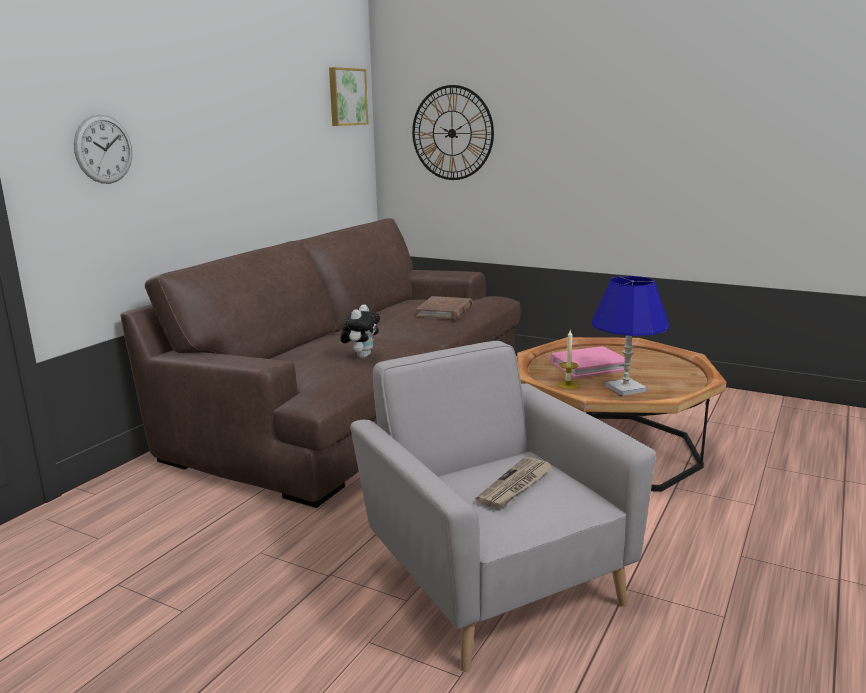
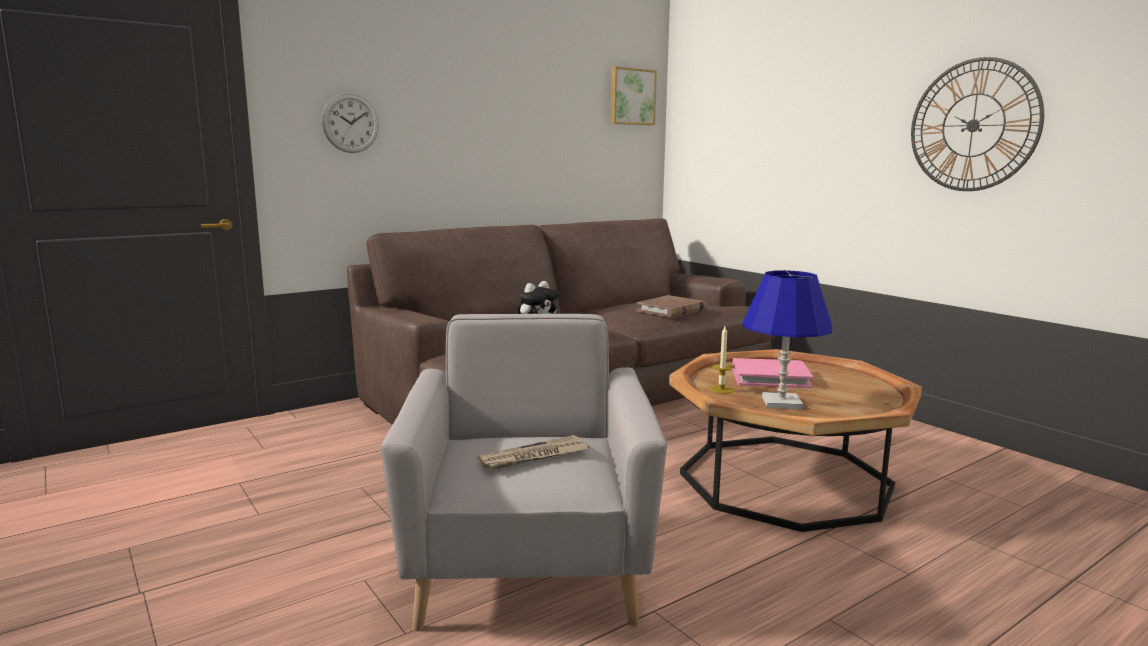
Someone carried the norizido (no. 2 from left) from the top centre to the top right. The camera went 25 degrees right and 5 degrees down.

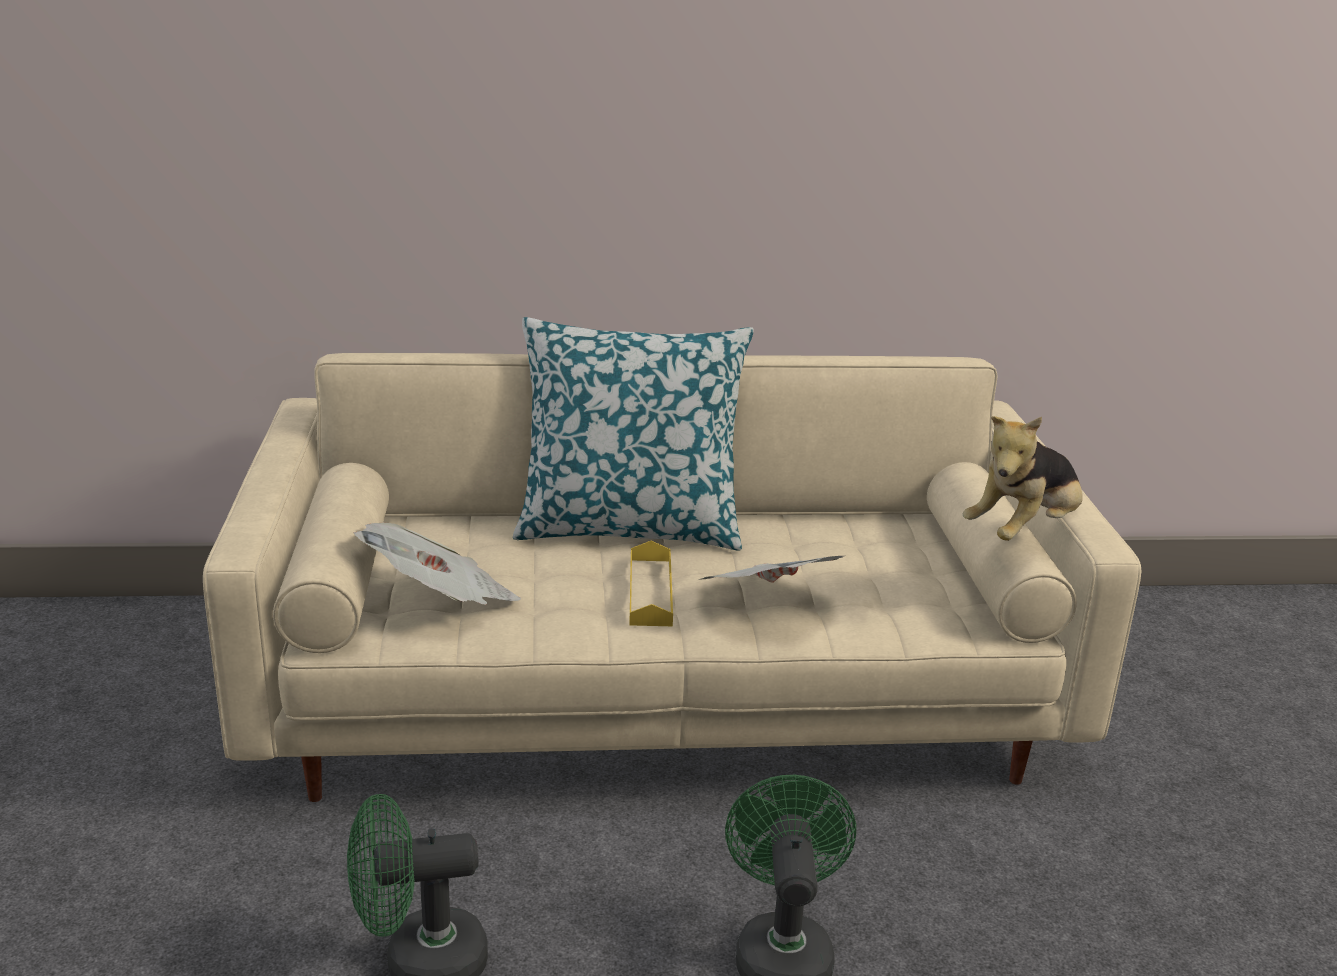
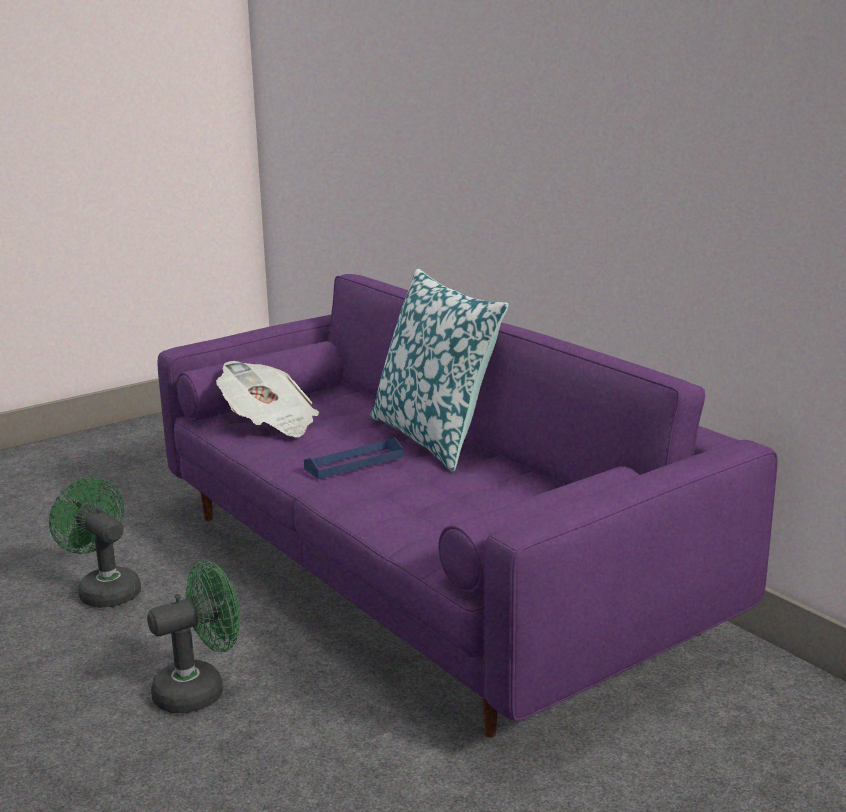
Someone repainted the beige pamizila at the centre, which became the purple pamizila at the centre. Someone repainted the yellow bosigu at the centre, which became the blue bosigu at the centre. Someone took away the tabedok (no. 2 from left) at the centre. Someone took away the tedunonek at the middle right. The camera went 60 degrees right and 5 degrees down.

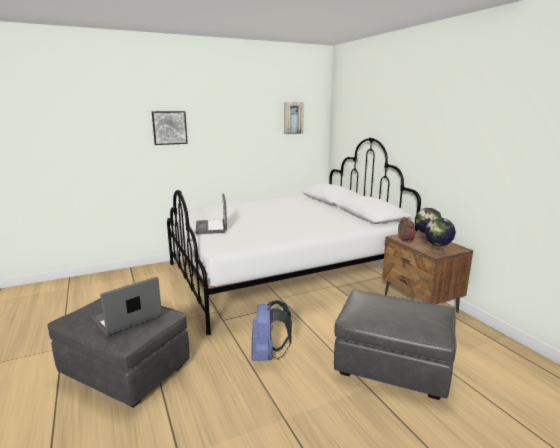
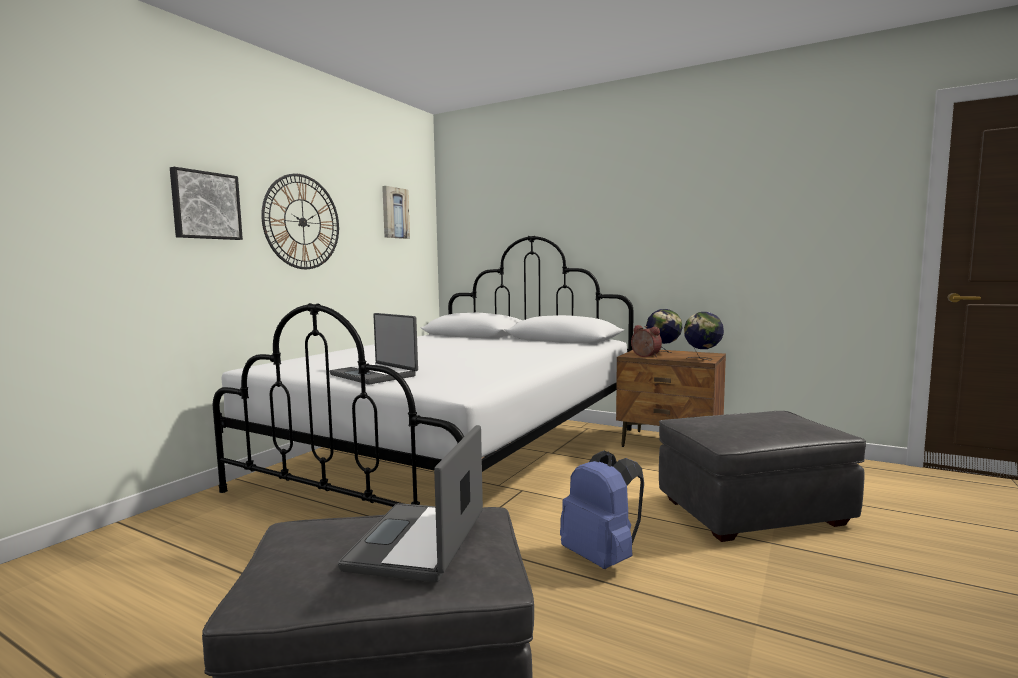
Someone put up the norizido at the top left. The camera went 35 degrees left and 10 degrees down.

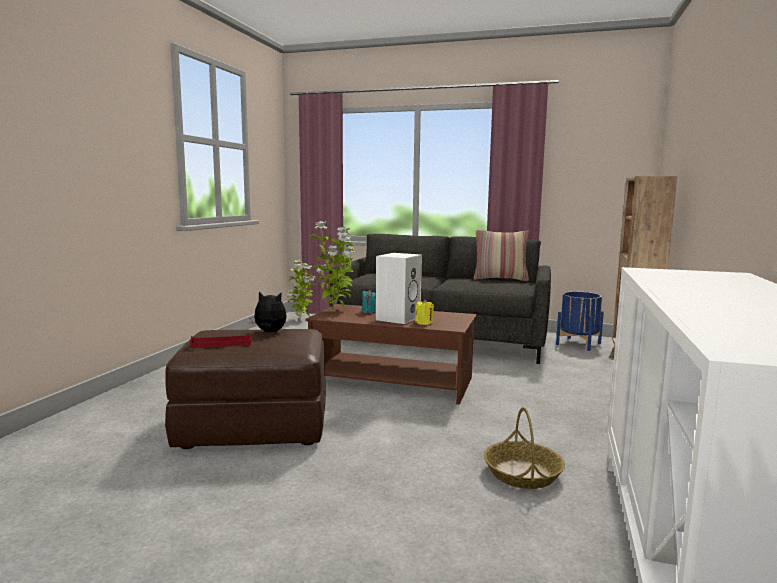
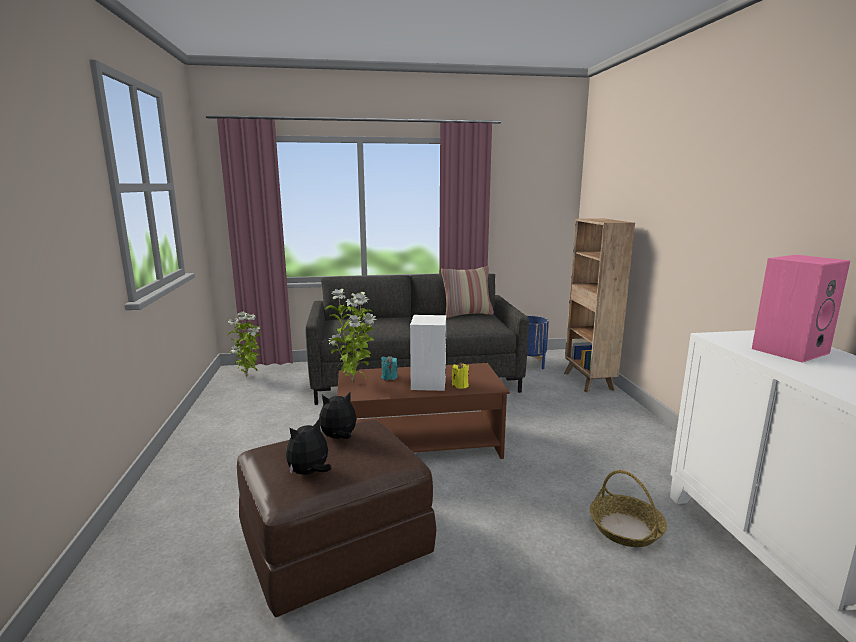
Someone swapped the red bosigu at the middle left for the tedunonek (no. 1 from left) at the bottom centre. Someone put down the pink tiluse at the middle right. The camera went 25 degrees left and 5 degrees up.

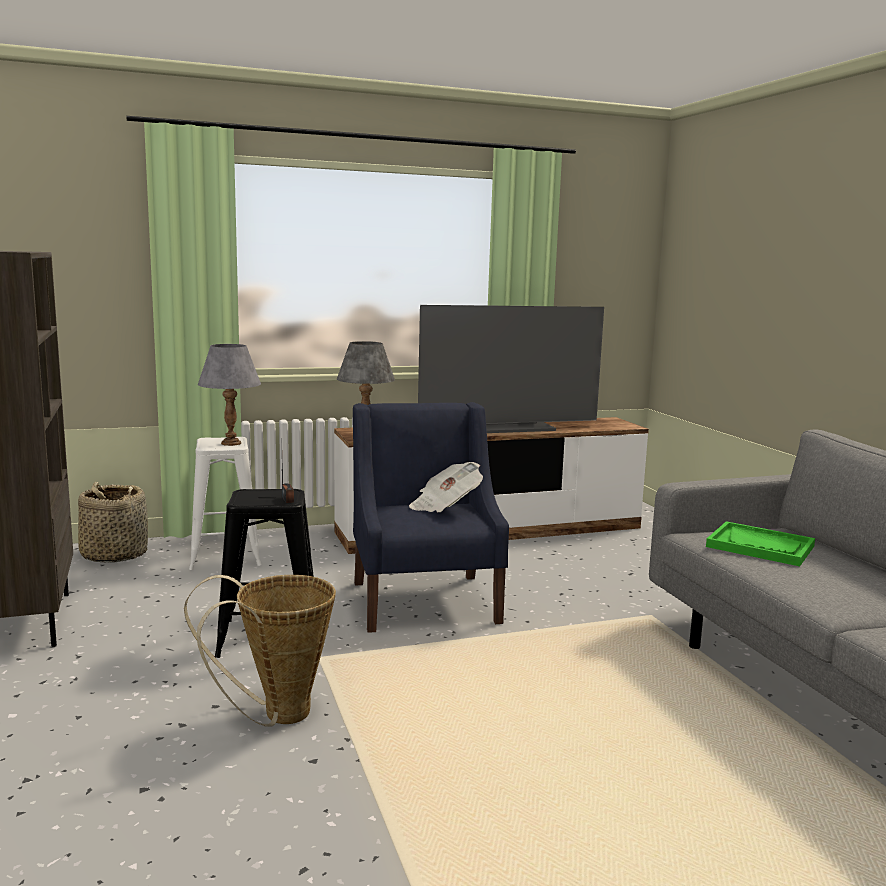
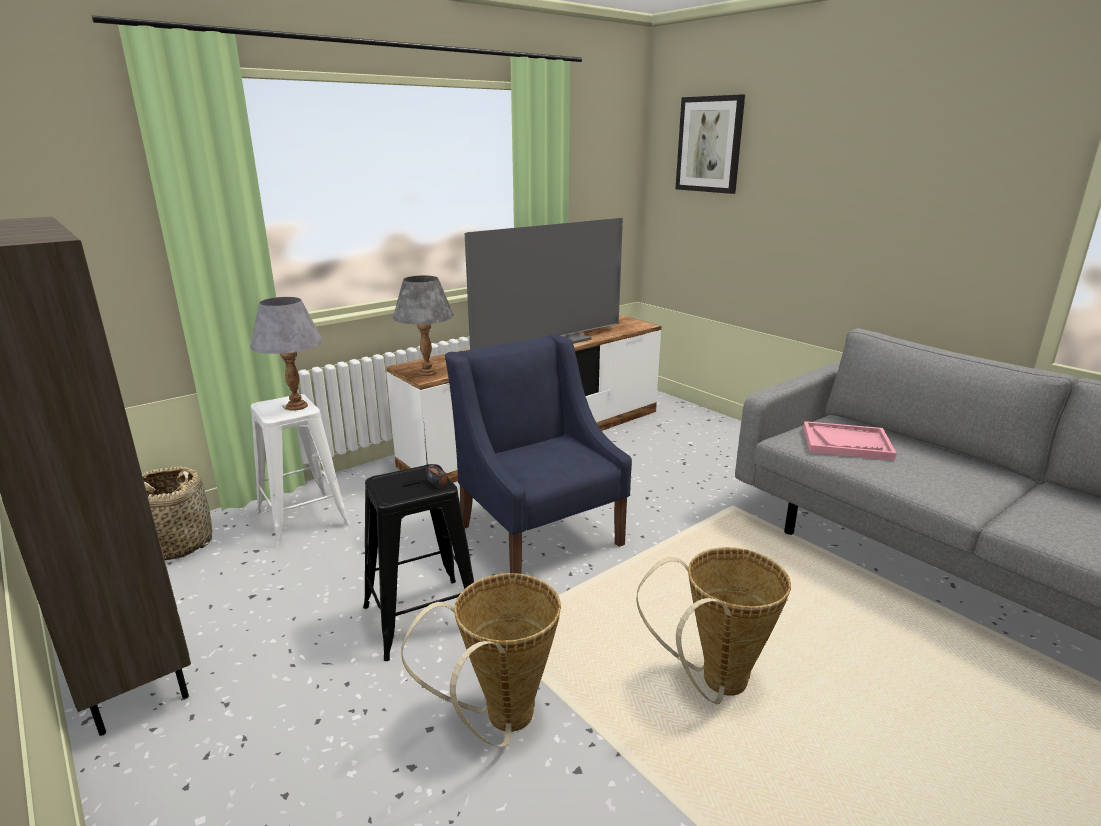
Someone took away the tabedok at the centre. Someone repainted the green bosigu at the middle right, which became the pink bosigu at the middle right. Someone put down the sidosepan (no. 3 from left) at the bottom centre. Someone put up the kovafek at the top centre. The camera went 20 degrees left and 10 degrees up.

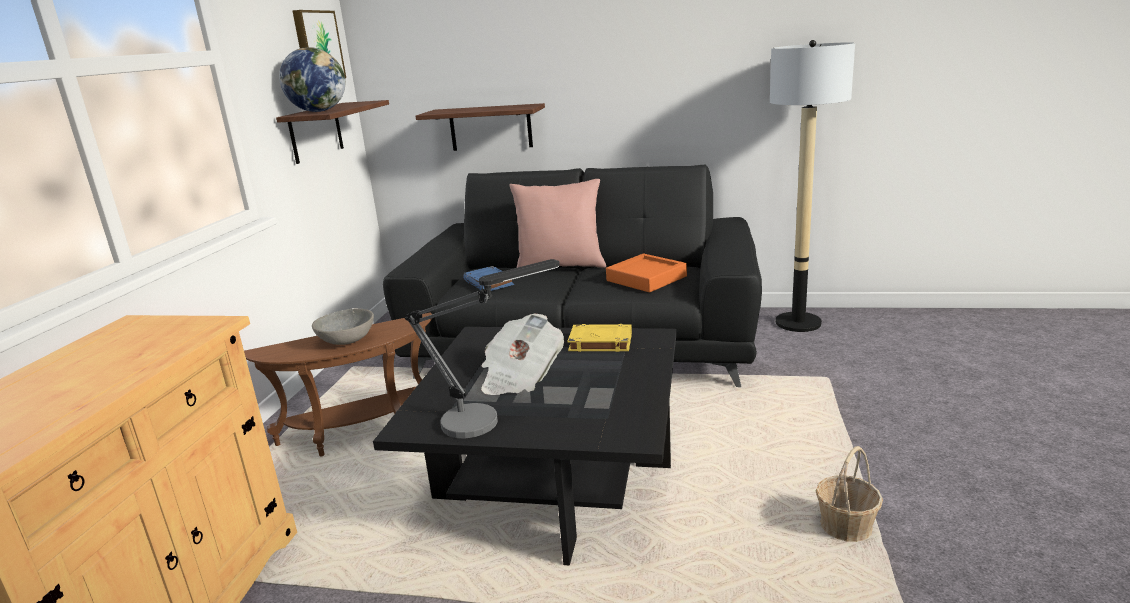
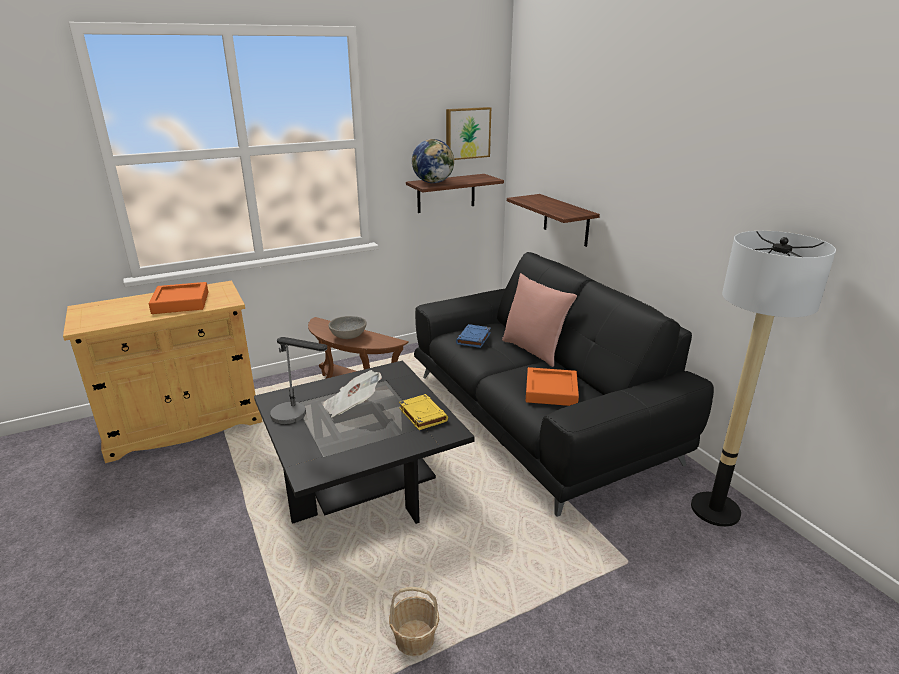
Someone put down the orange bosigu (no. 1 from left) at the middle left. The camera went 50 degrees right and 5 degrees up.

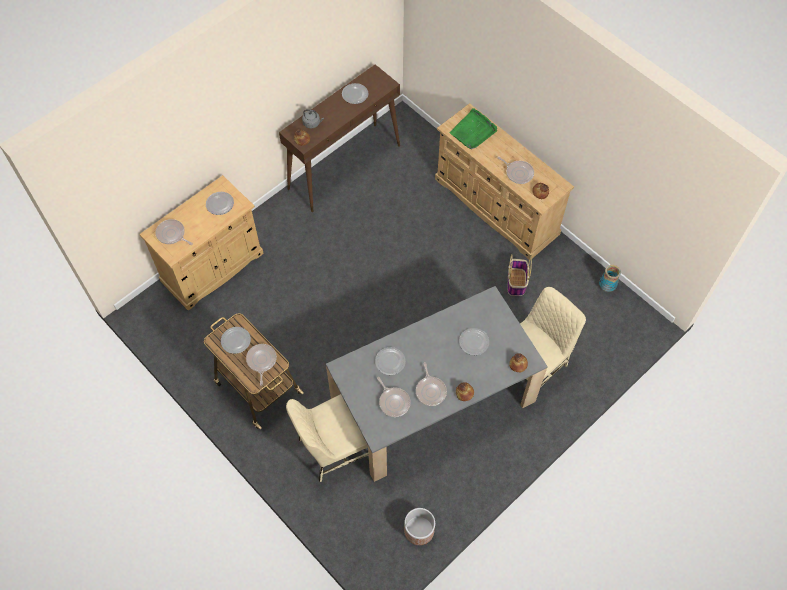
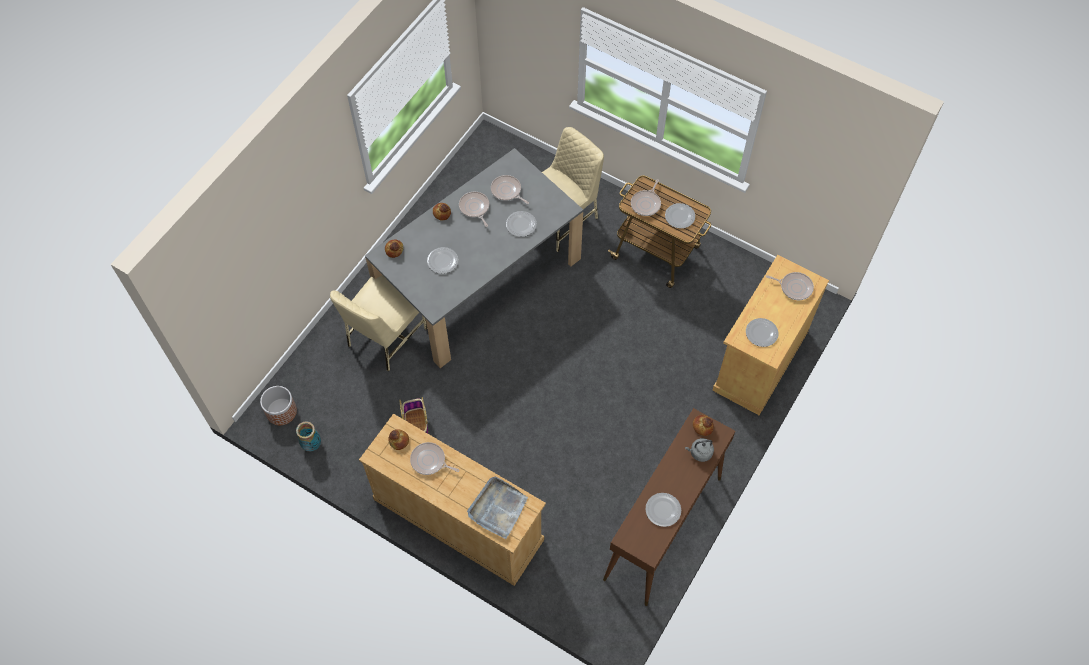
Someone rotated the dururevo (no. 2 from left in the first image) at the middle left by 45 degrees clockwise. Someone carried the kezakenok from the bottom centre to the middle left. Someone repainted the green bosigu at the top centre, which became the grey bosigu at the bottom centre. The camera went 165 degrees right and 0 degrees up.

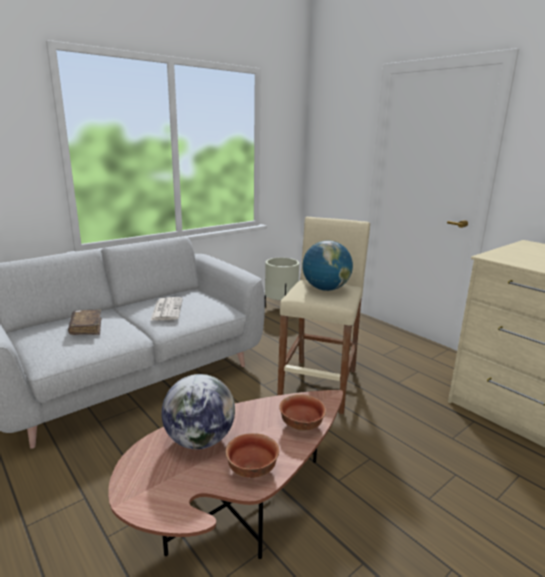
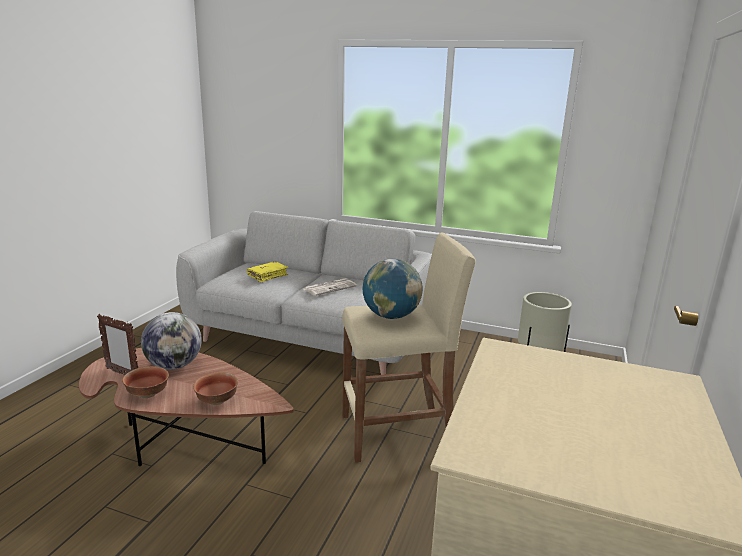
Someone repainted the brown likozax at the middle left, which became the yellow likozax at the centre. Someone put down the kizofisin at the middle left. The camera went 60 degrees right and 0 degrees up.

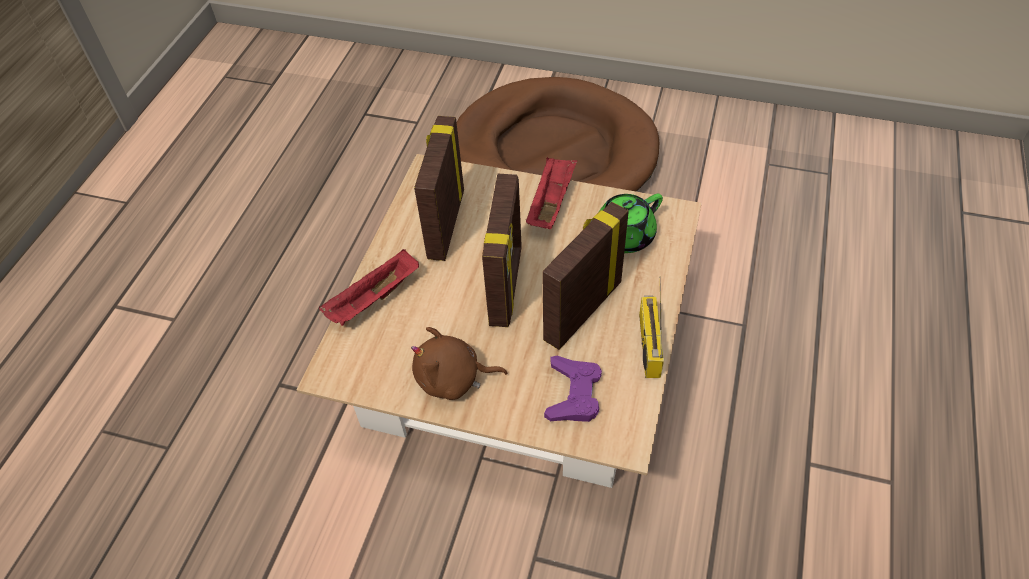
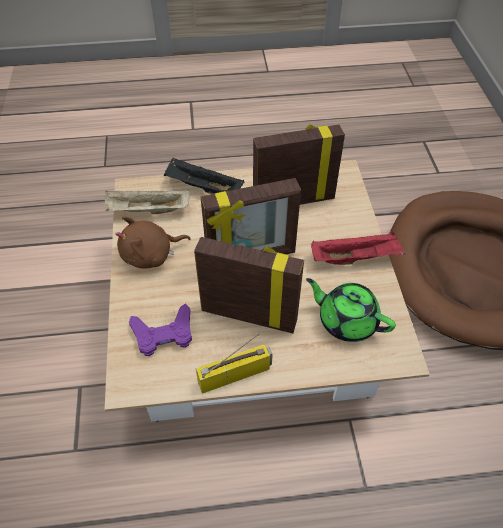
Someone repainted the red bosigu (no. 1 from left) at the centre, which became the black bosigu at the centre. Someone rotated the brown tedunonek at the centre by 90 degrees counterclockwise. Someone put down the beige bosigu at the middle left. The camera went 65 degrees right and 0 degrees up.

